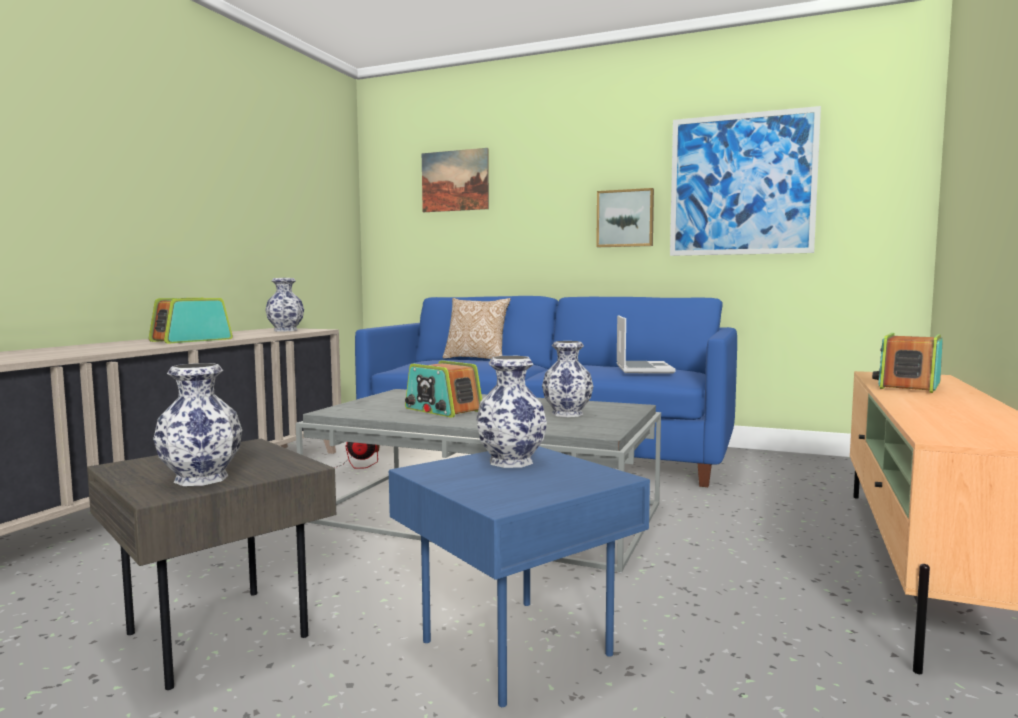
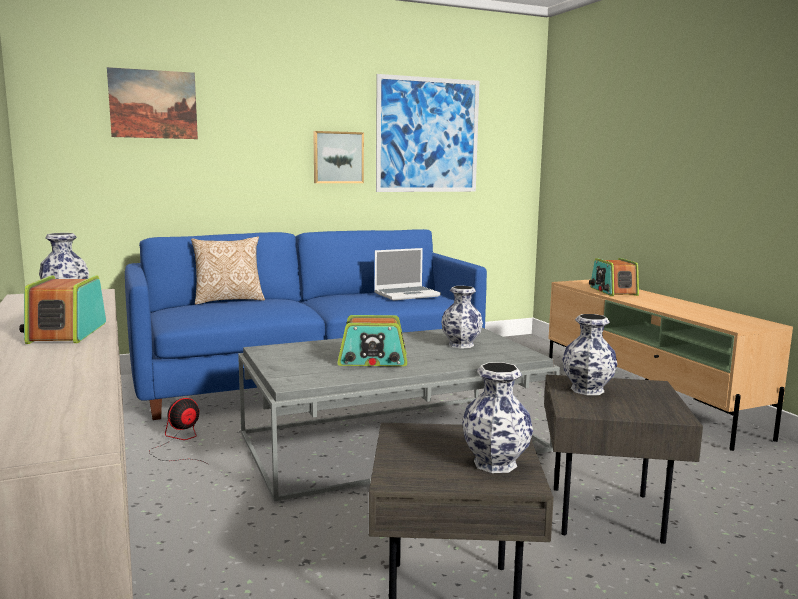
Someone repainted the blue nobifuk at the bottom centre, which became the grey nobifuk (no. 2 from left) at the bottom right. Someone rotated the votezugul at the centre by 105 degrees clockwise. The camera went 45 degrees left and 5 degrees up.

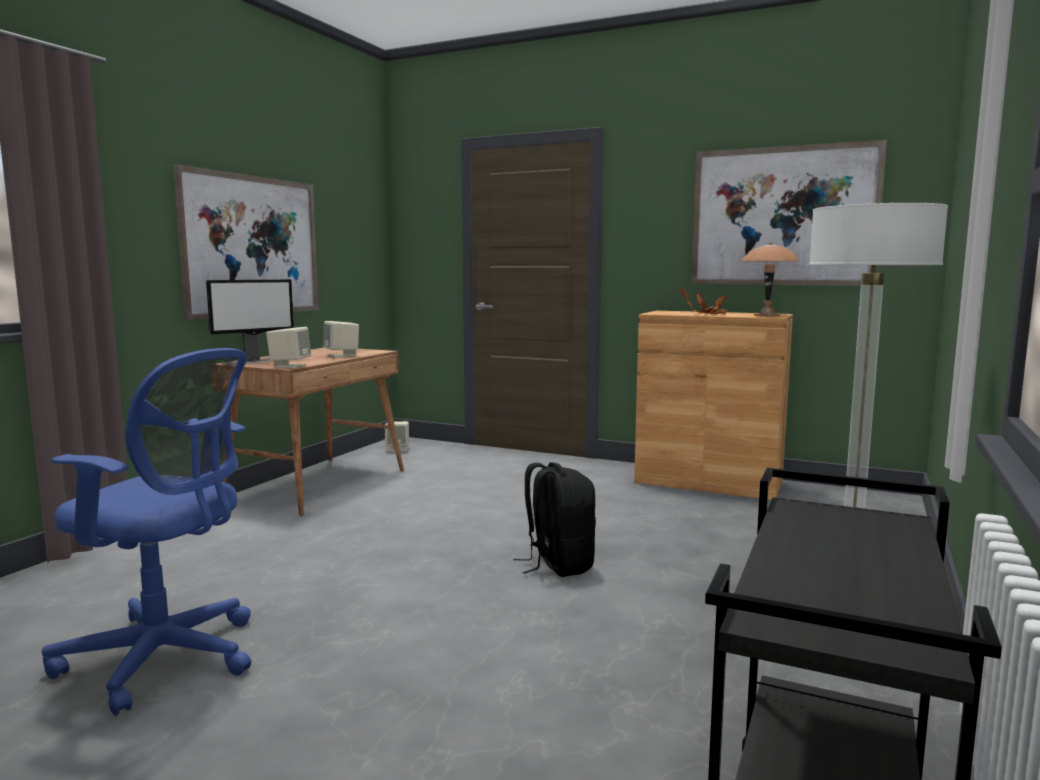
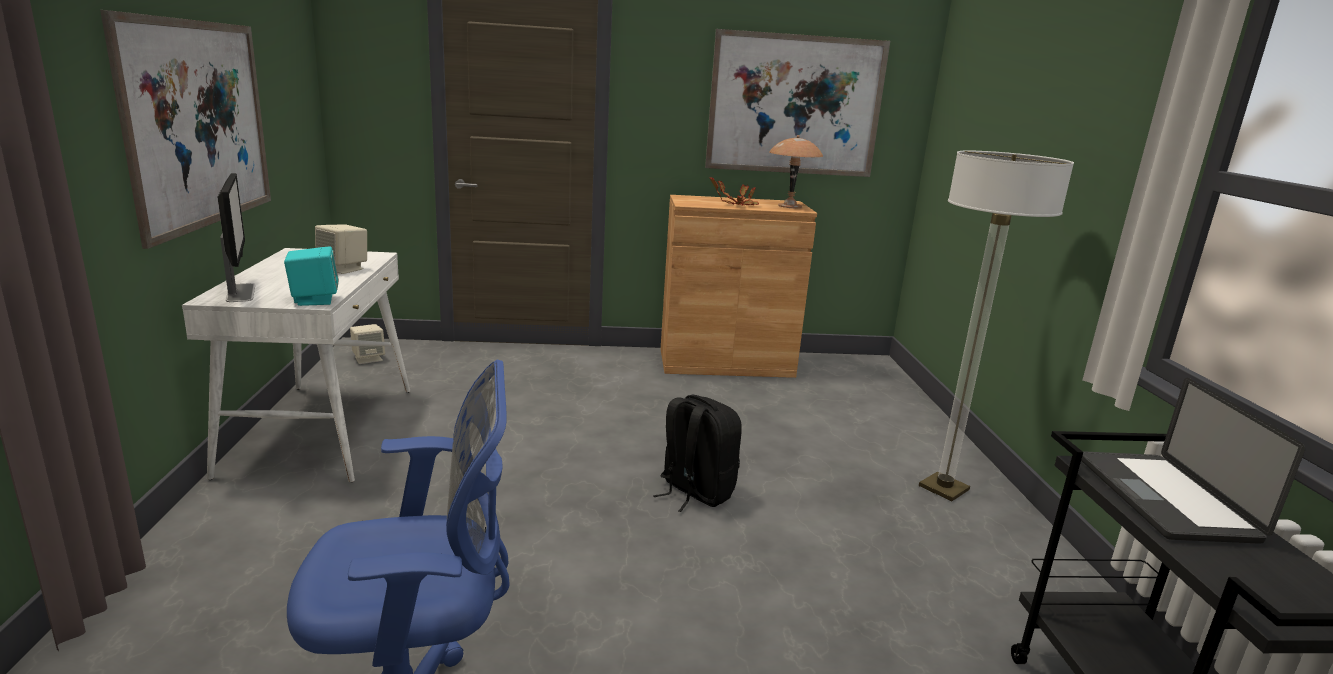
Someone rotated the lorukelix at the middle left by 45 degrees counterclockwise. Someone repainted the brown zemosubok at the middle left, which became the white zemosubok at the middle left. Someone repainted the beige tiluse (no. 1 from left) at the middle left, which became the turquoise tiluse at the middle left. Someone put down the votezugul at the bottom right. The camera went 30 degrees left and 10 degrees up.

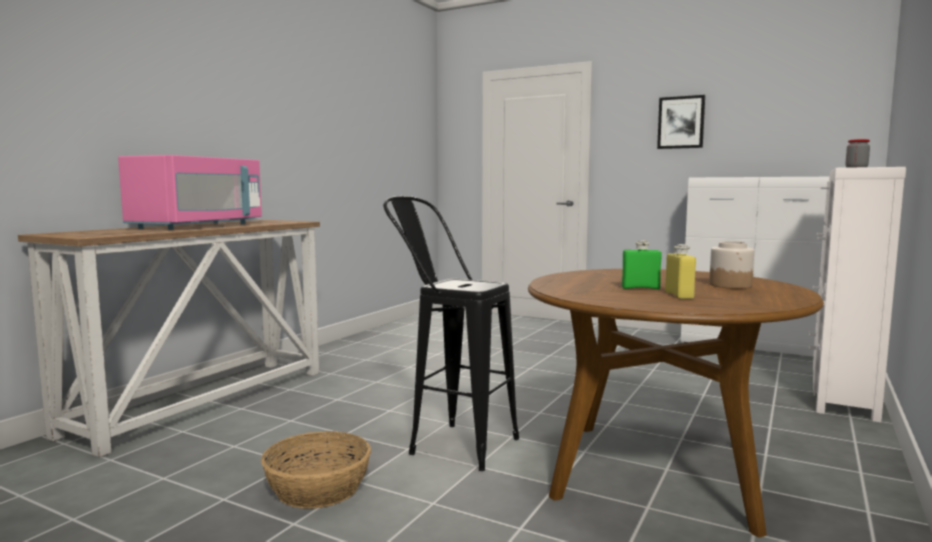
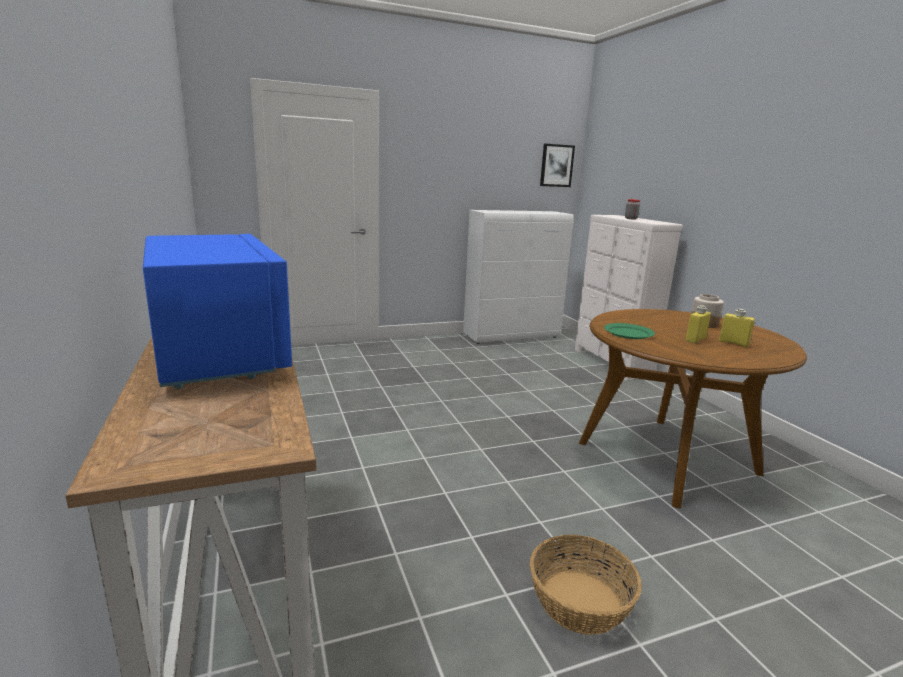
Someone repainted the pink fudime at the middle left, which became the blue fudime at the middle left. Someone took away the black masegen at the centre. Someone repainted the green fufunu at the middle right, which became the yellow fufunu (no. 1 from left) at the middle right. Someone carried the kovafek from the top right to the top centre. Someone put down the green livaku at the middle right. The camera went 50 degrees left and 10 degrees up.

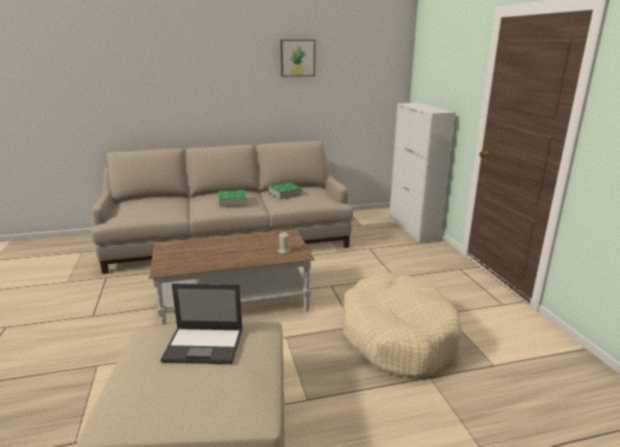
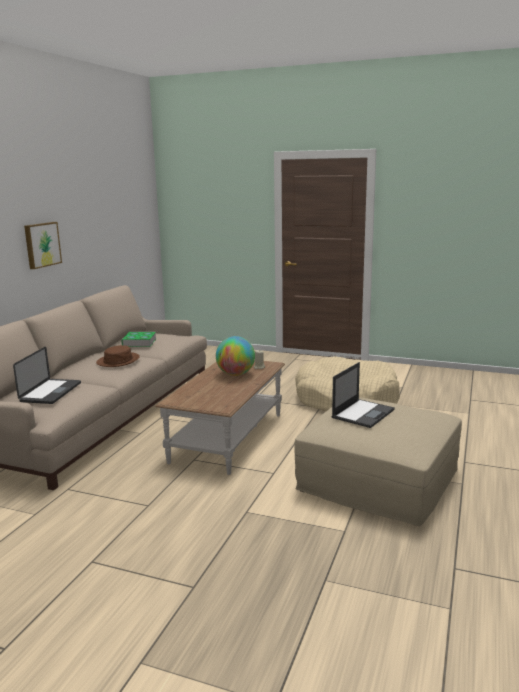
Someone swapped the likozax (no. 1 from left) at the centre for the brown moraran at the middle left. Someone carried the kovafek from the top centre to the middle left. Someone took away the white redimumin at the middle right. Someone put down the votezugul (no. 1 from left) at the middle left. Someone put down the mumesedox at the centre. The camera went 55 degrees left and 5 degrees down.

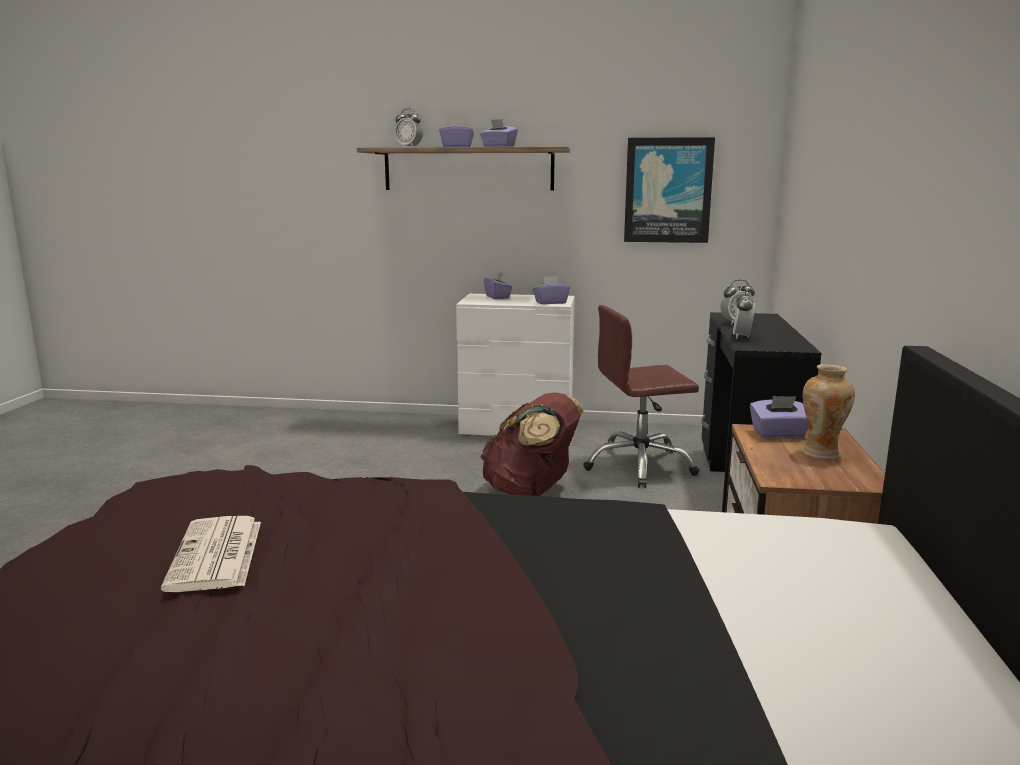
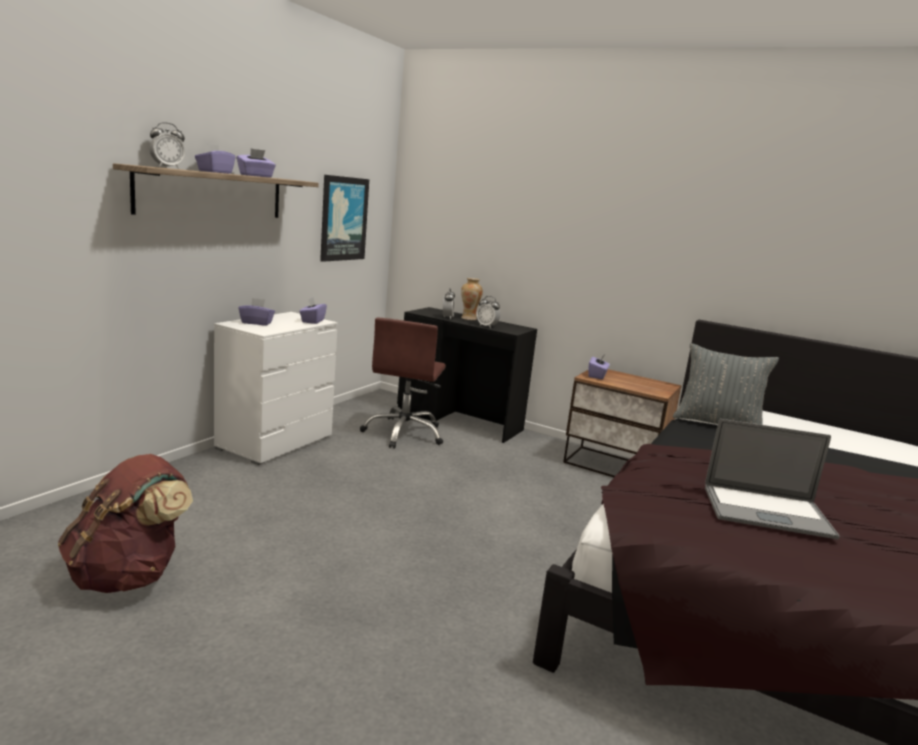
Someone swapped the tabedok at the bottom left for the votezugul at the middle right. Someone carried the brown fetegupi from the centre to the bottom left. Someone carried the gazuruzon from the middle right to the centre. Someone put down the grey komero at the middle right. The camera went 70 degrees left and 0 degrees up.

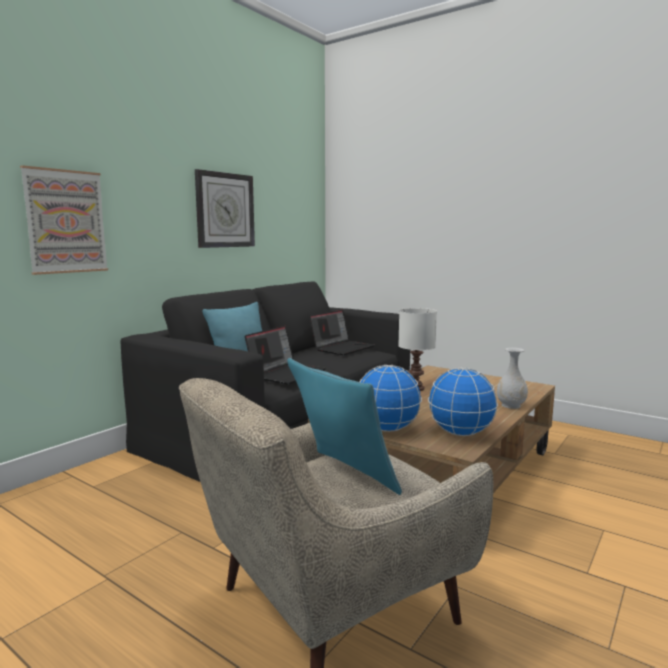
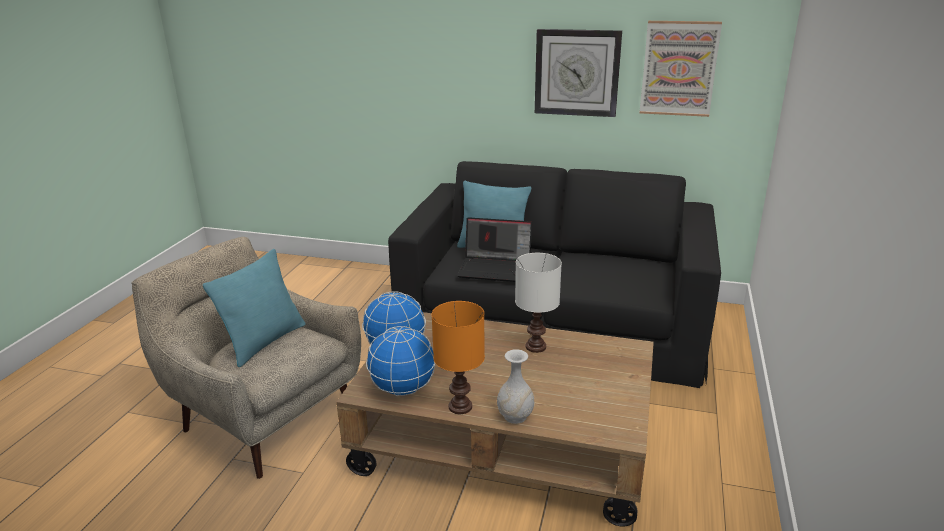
Someone carried the kovafek from the top left to the top right. Someone took away the votezugul (no. 2 from left) at the centre. Someone put down the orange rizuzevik at the bottom centre. The camera went 70 degrees right and 15 degrees up.

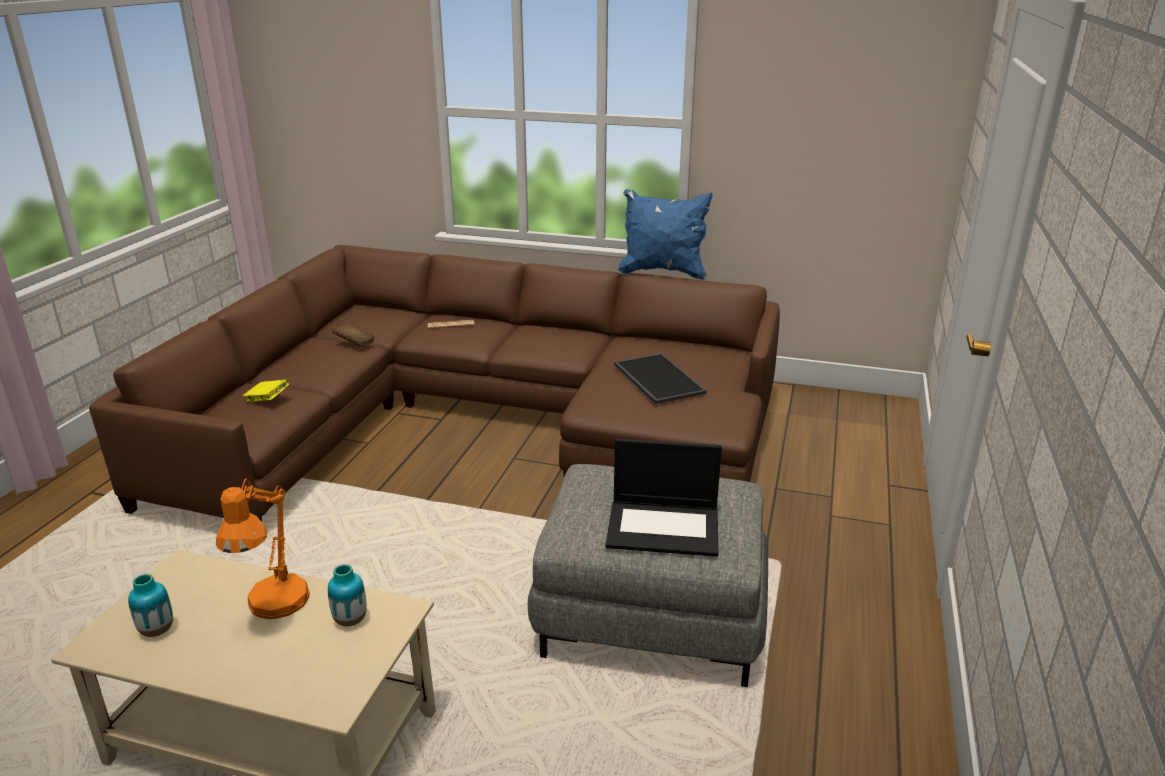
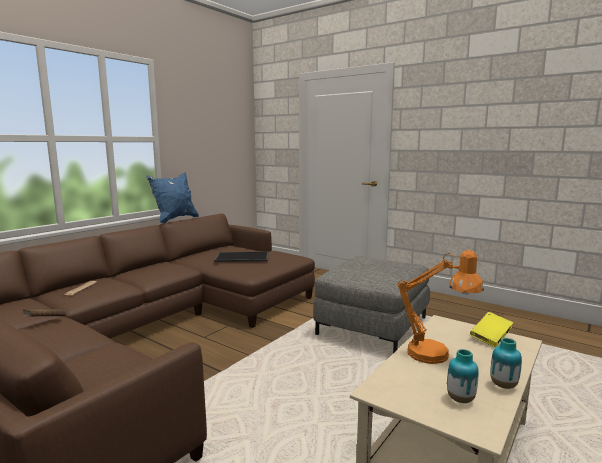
Someone carried the yellow likozax from the middle left to the bottom right. Someone carried the gazuruzon (no. 2 from left) from the bottom left to the bottom right. Someone took away the votezugul at the centre. The camera went 70 degrees left and 15 degrees down.

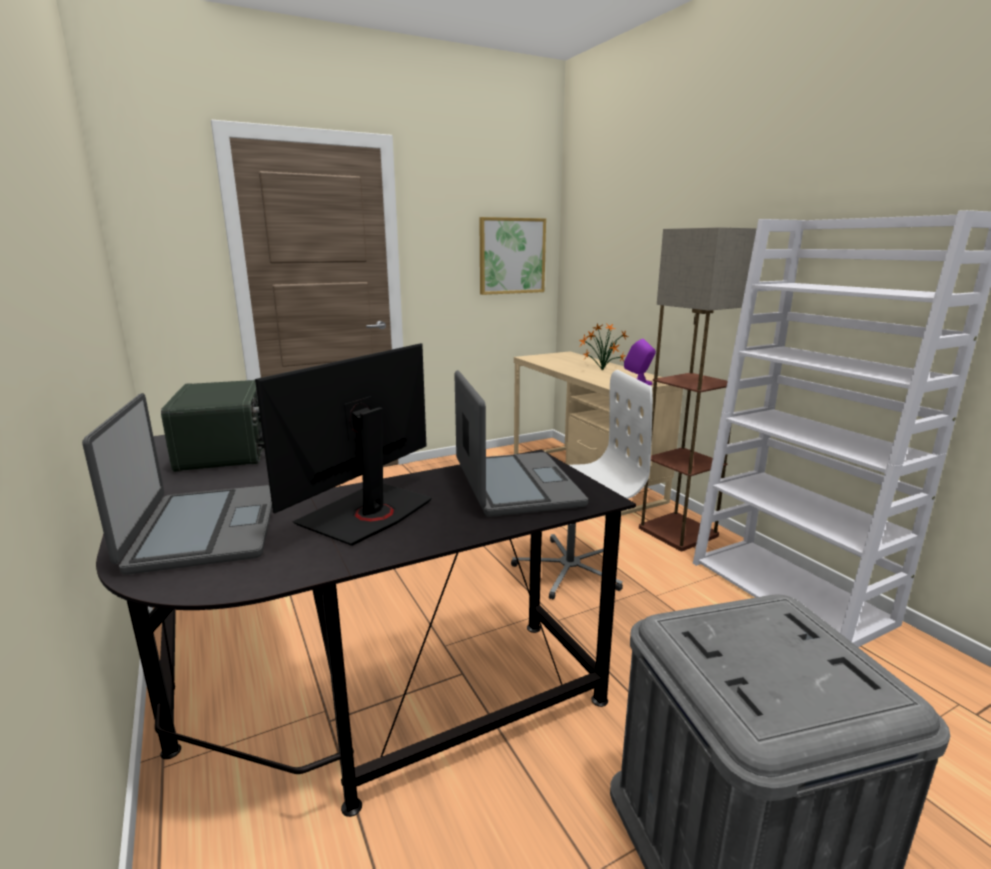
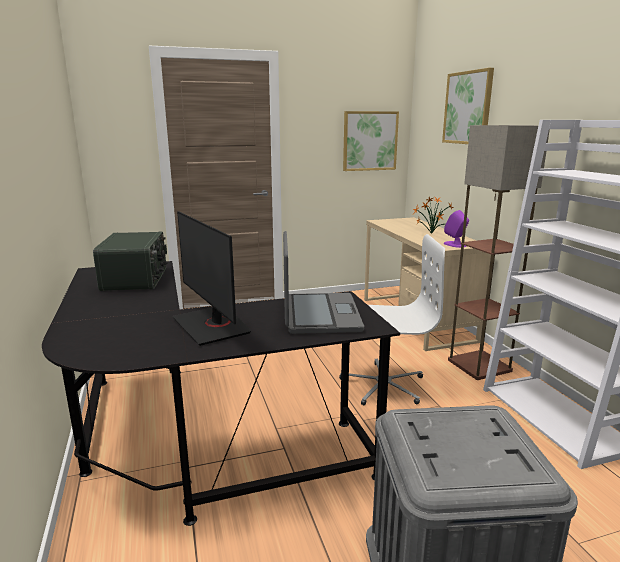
Someone took away the votezugul (no. 1 from left) at the middle left. Someone rotated the lorukelix at the centre by 75 degrees counterclockwise. Someone put up the kovafek (no. 2 from left) at the top right. The camera went 10 degrees right and 0 degrees up.

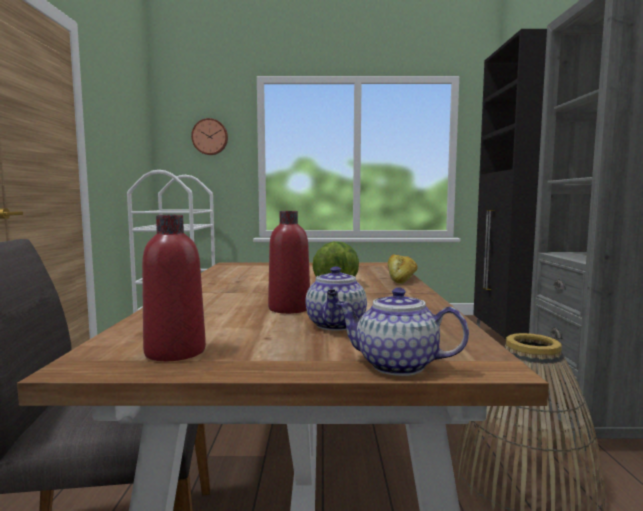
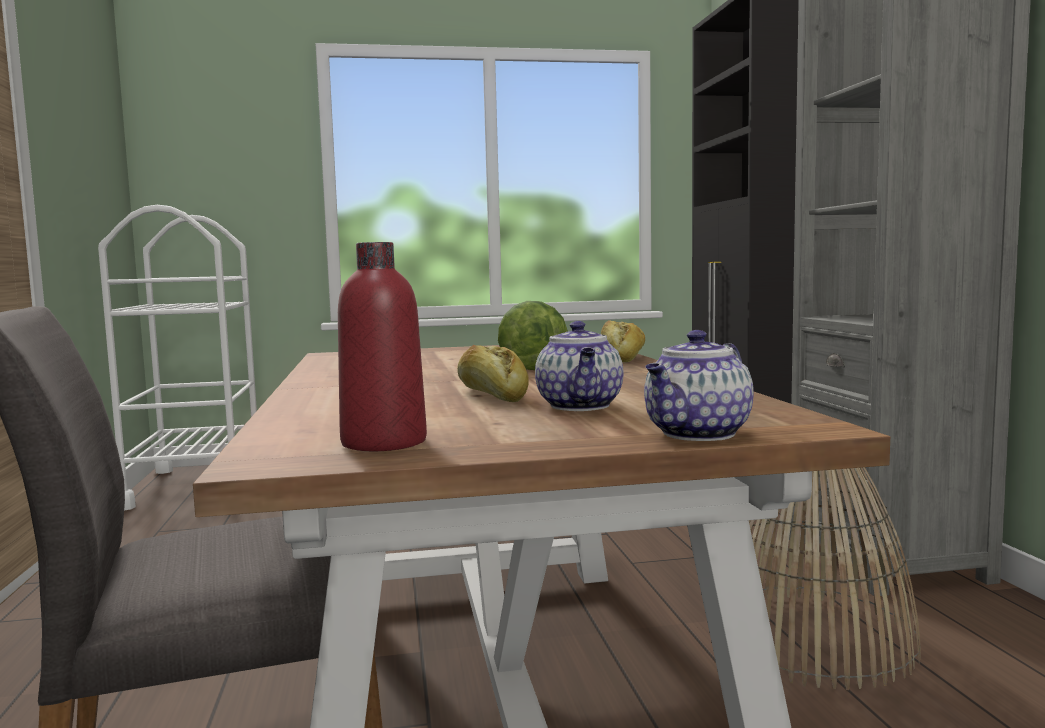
Someone took away the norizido at the top left. Someone swapped the red fufunu (no. 2 from left) at the centre for the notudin (no. 1 from left) at the centre. Someone rotated the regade (no. 2 from left) at the centre by 60 degrees counterclockwise. The camera went 10 degrees left and 0 degrees up.

